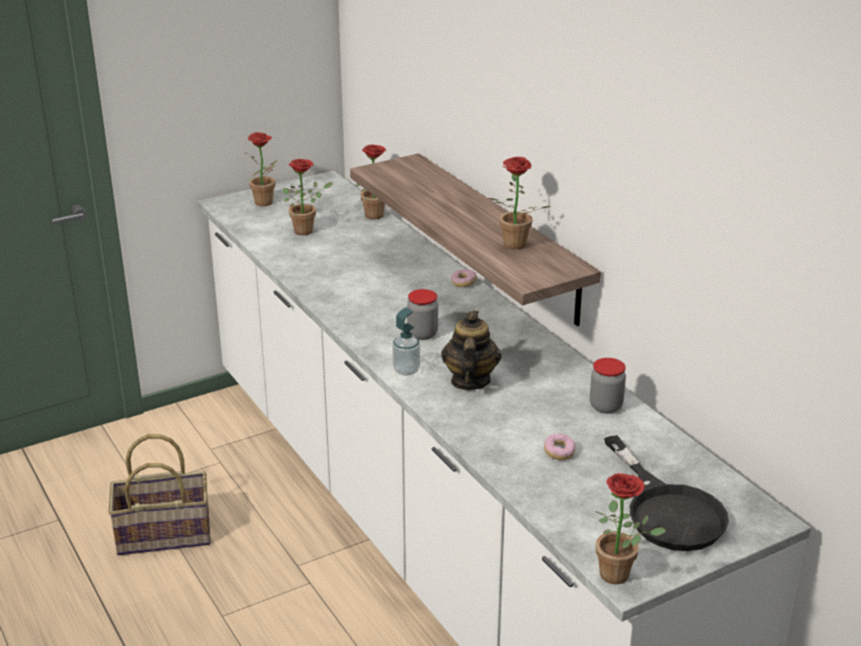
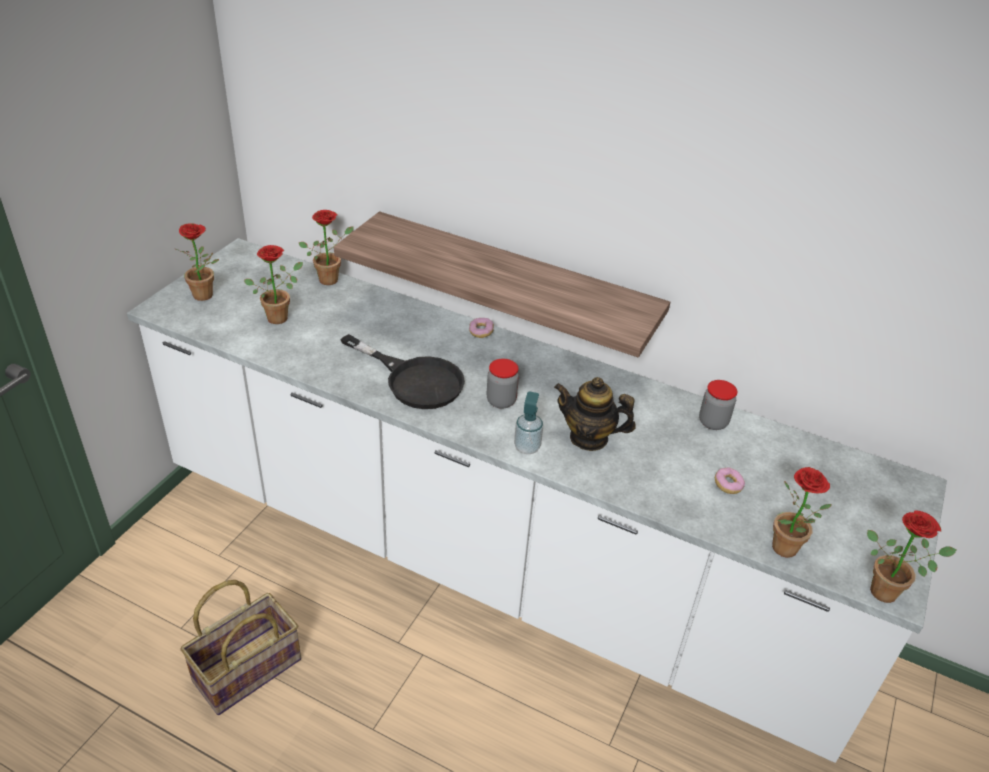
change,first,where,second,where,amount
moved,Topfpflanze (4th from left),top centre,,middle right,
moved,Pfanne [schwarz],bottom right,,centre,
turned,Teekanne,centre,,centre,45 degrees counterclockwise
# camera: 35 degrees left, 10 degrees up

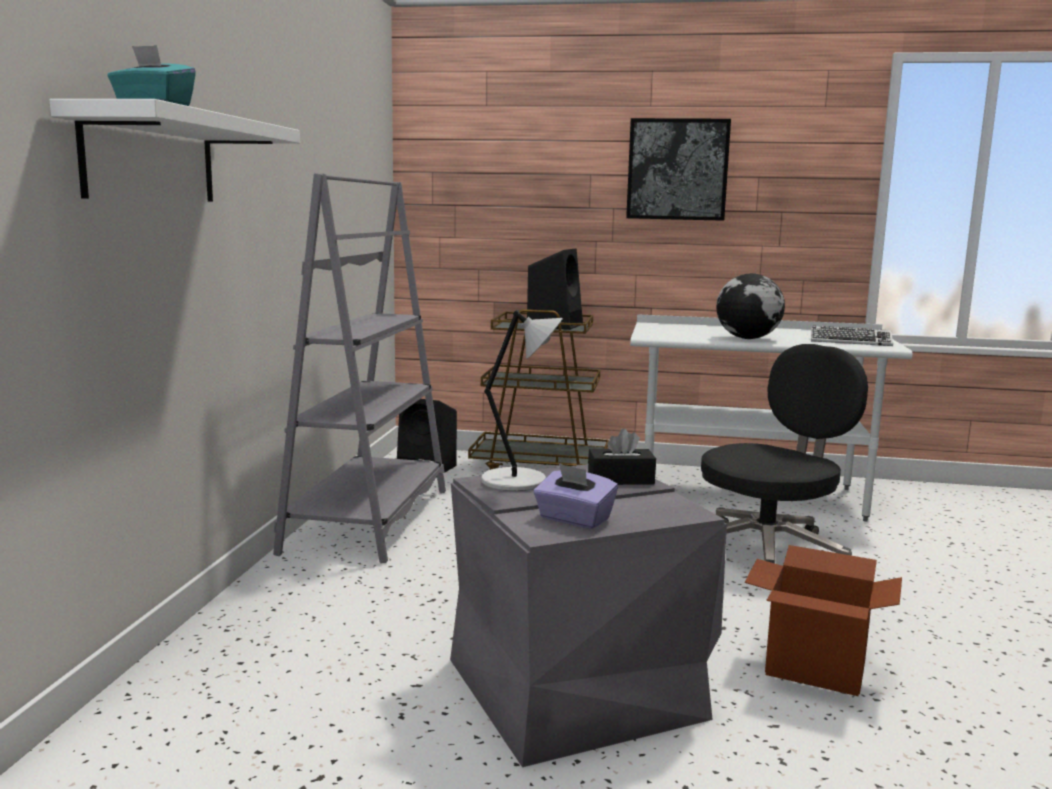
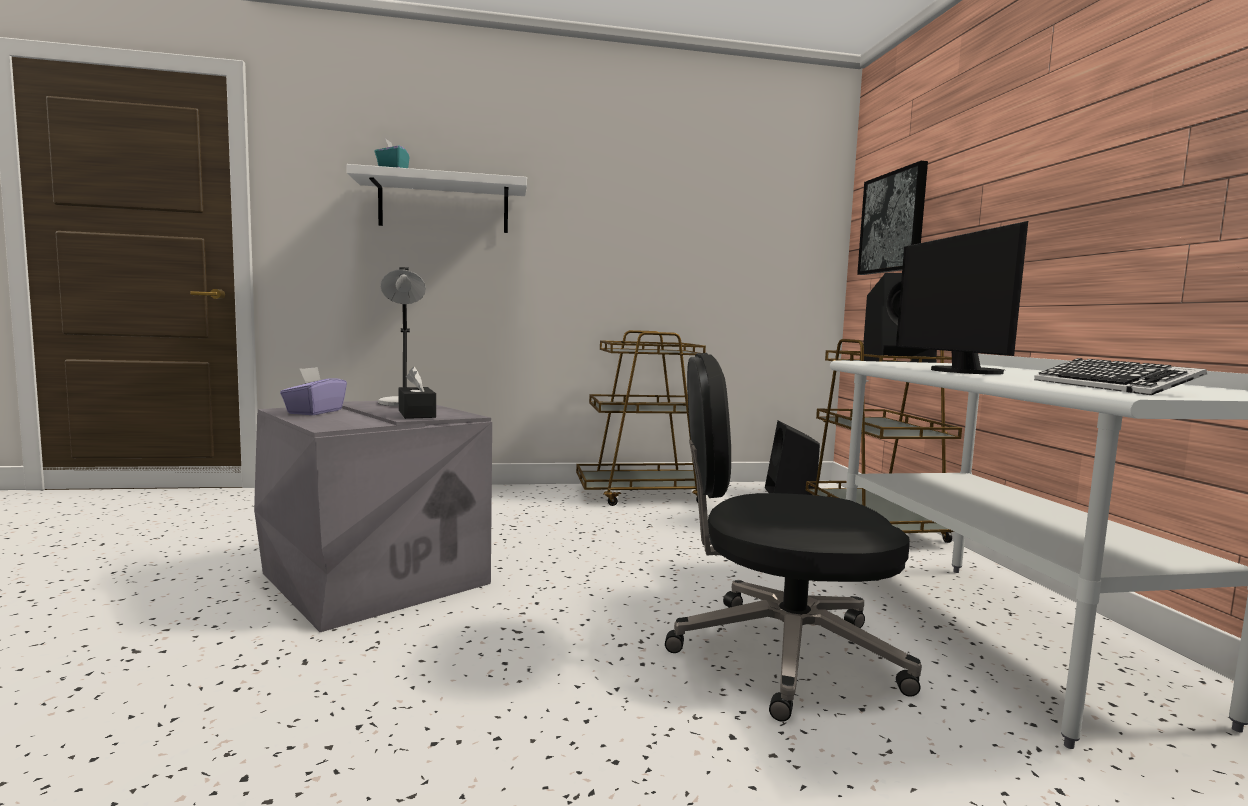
change,first,where,second,where,amount
removed,Karton,bottom right,,,
moved,Bild,top centre,,top right,
replaced,Bücherregal [grau],centre,Rollwagen [braun] (1st from left),centre,
replaced,Globus,middle right,Monitor,middle right,
turned,Bürostuhl [schwarz],middle right,,centre,150 degrees clockwise
# camera: 70 degrees right, 5 degrees down

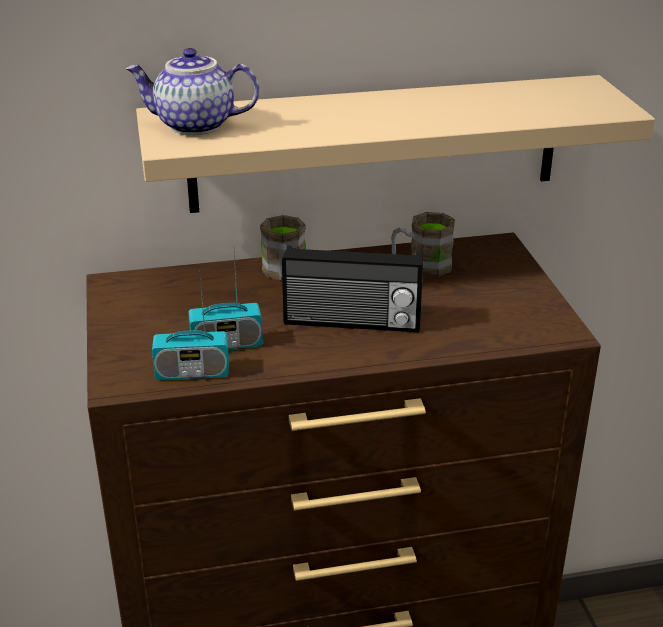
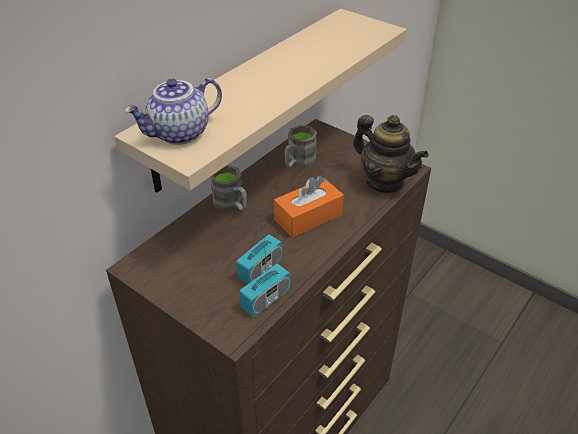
change,first,where,second,where,amount
added,,,Teekanne (2nd from left),middle right,
replaced,Radio (3rd from left),centre,Taschentuchbox [orange],centre,
# camera: 40 degrees left, 10 degrees up

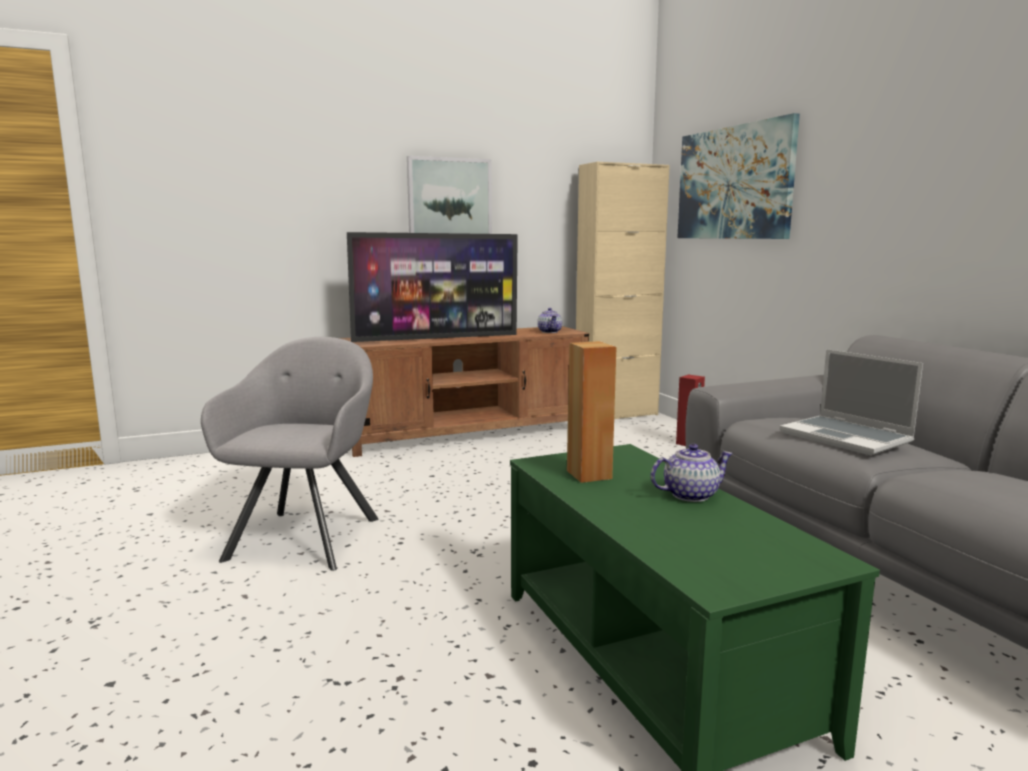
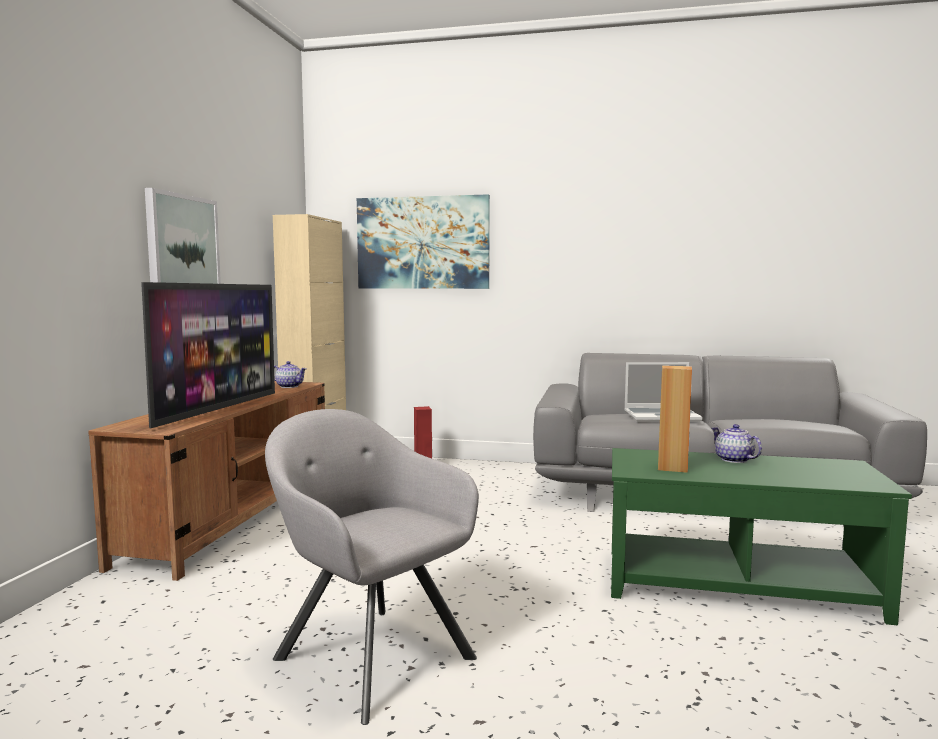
change,first,where,second,where,amount
turned,Teekanne (2nd from left),middle right,,middle right,45 degrees counterclockwise
# camera: 55 degrees left, 5 degrees down

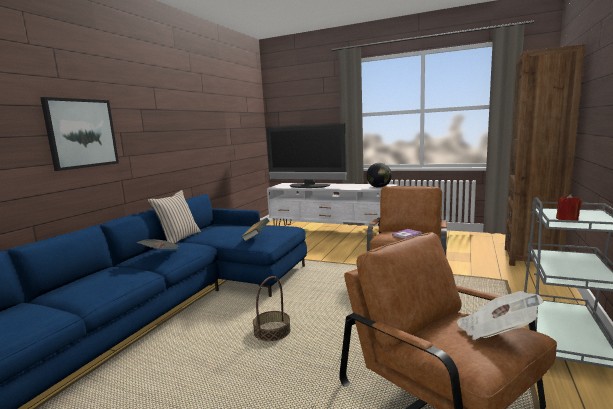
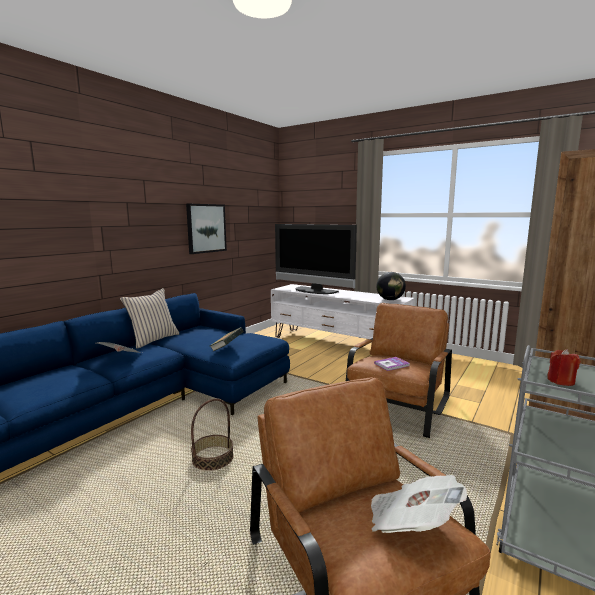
change,first,where,second,where,amount
moved,Bild,top left,,centre,
# camera: 10 degrees right, 0 degrees up

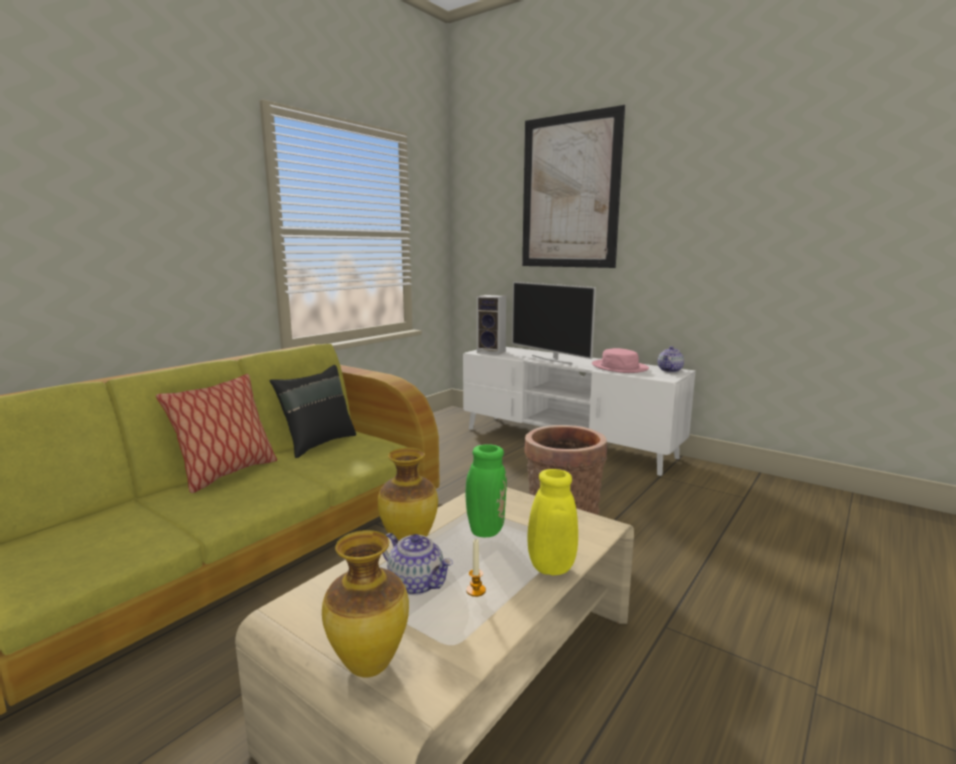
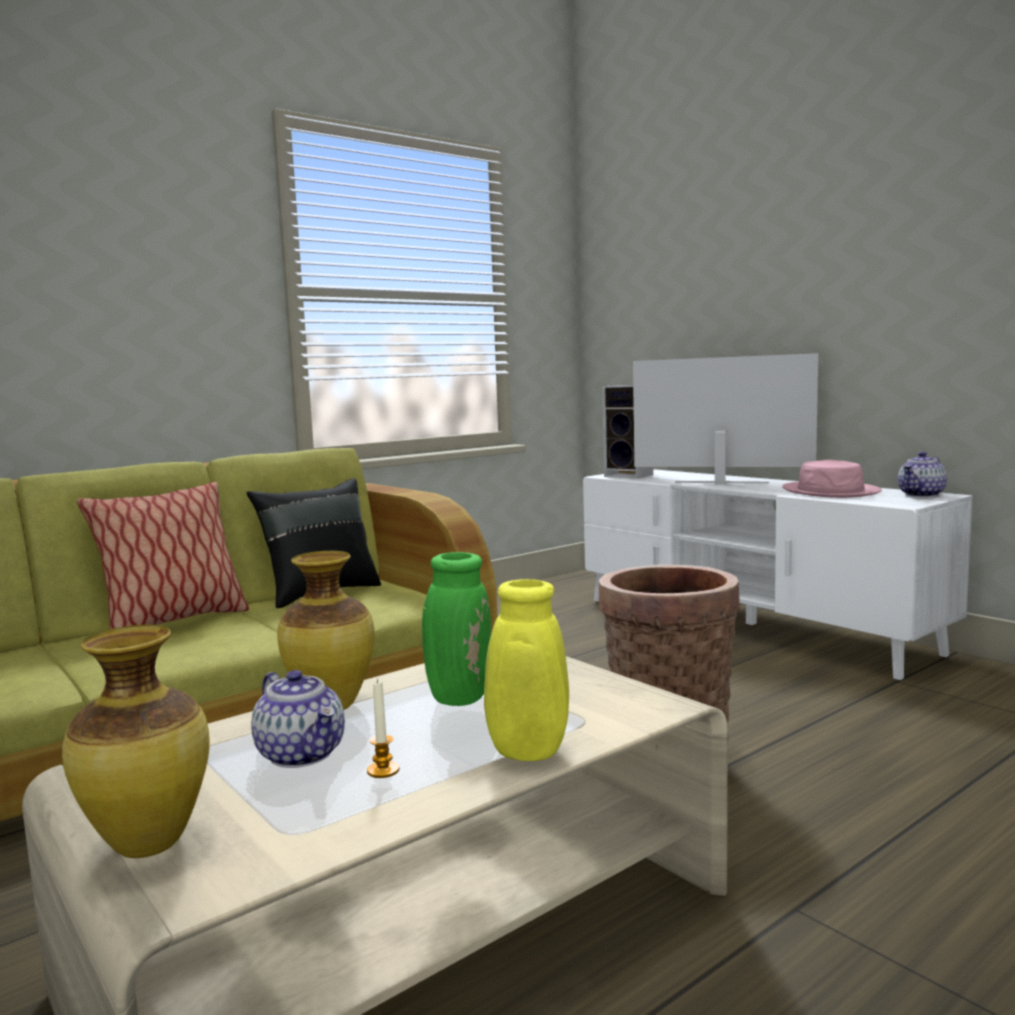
change,first,where,second,where,amount
removed,Bild,top centre,,,
turned,Fernseher,centre,,middle right,135 degrees clockwise
# camera: 15 degrees right, 5 degrees down

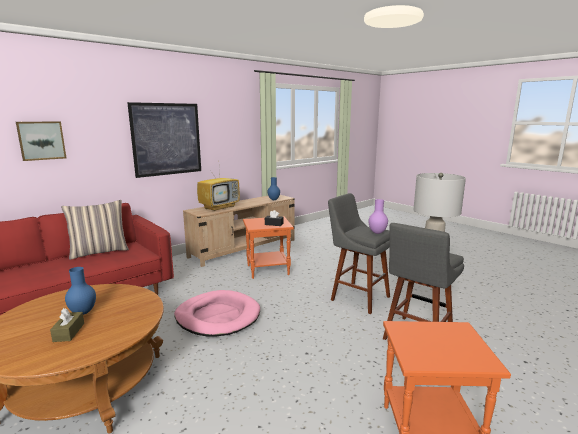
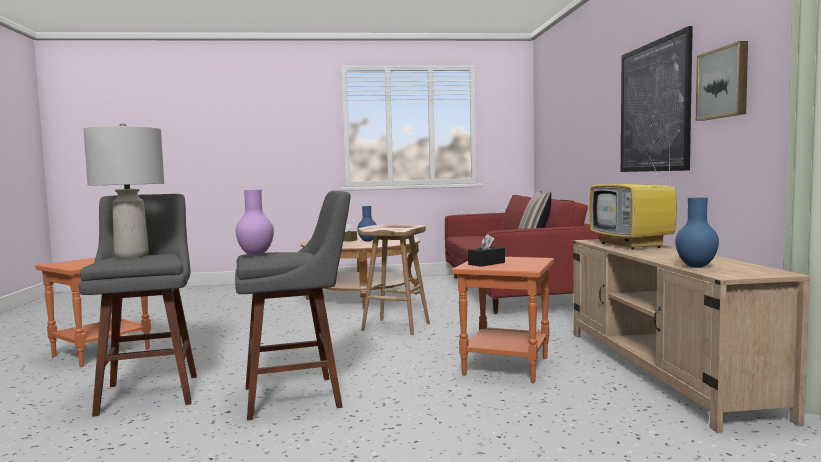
change,first,where,second,where,amount
moved,Bild (1st from left in the first image),top left,Bild (2nd from left),top right,
replaced,Hundebett [rosa],bottom centre,Hocker [braun],centre,
# camera: 125 degrees right, 10 degrees down

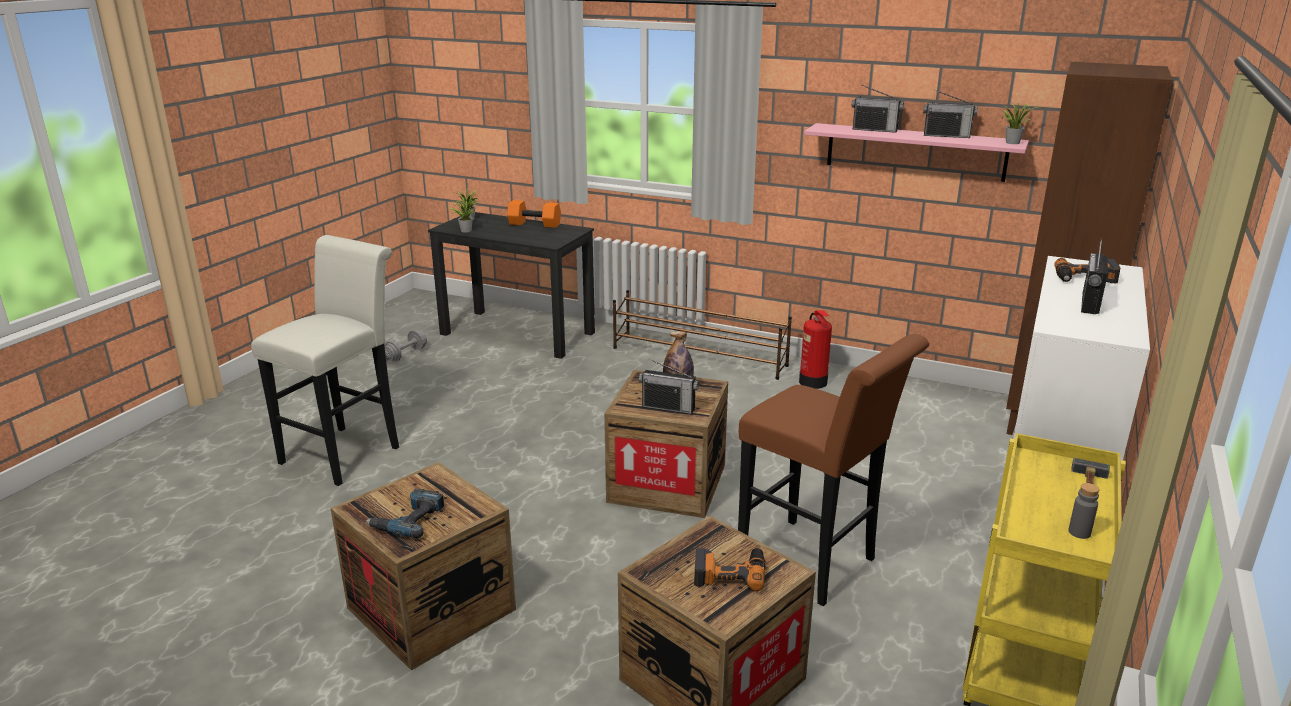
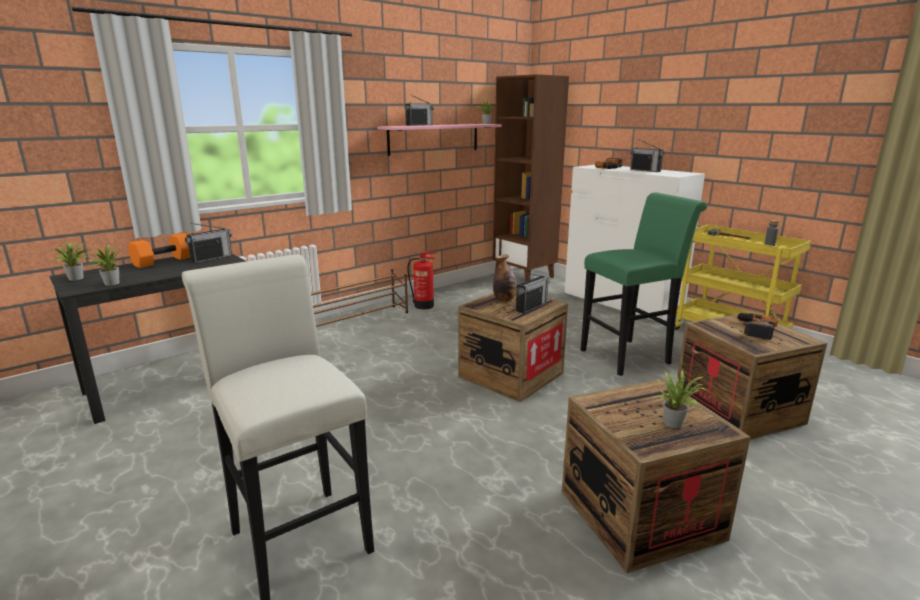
change,first,where,second,where,amount
removed,Hantel [grau],middle left,,,
moved,Radio (3rd from left in the first image),top right,Radio (1st from left),middle left,
replaced,Bohrmaschine (1st from left),bottom left,Topfpflanze (4th from left),middle right,
recoloured,Hocker [braun],centre,Hocker [grün],middle right,
# camera: 65 degrees left, 5 degrees down

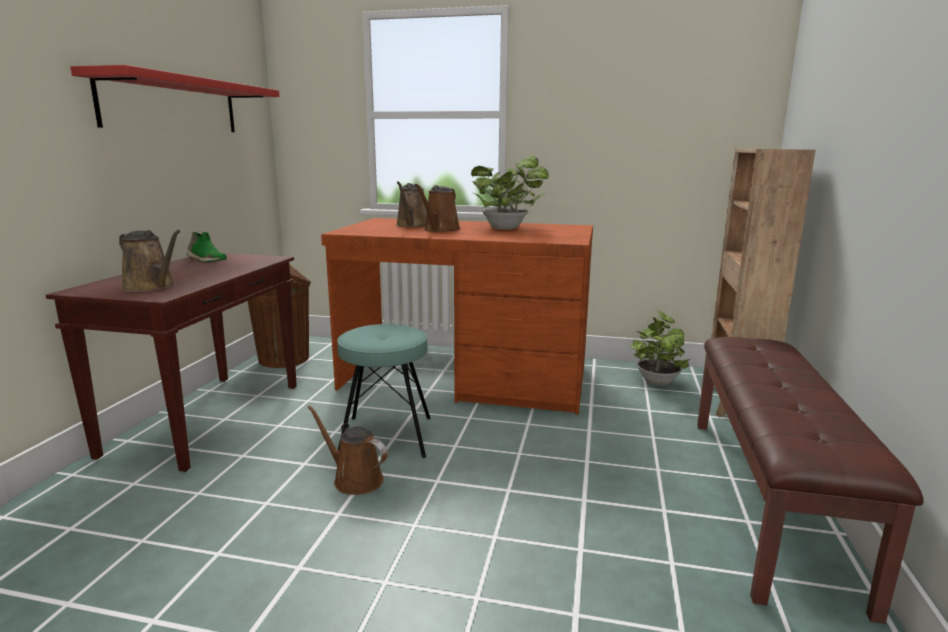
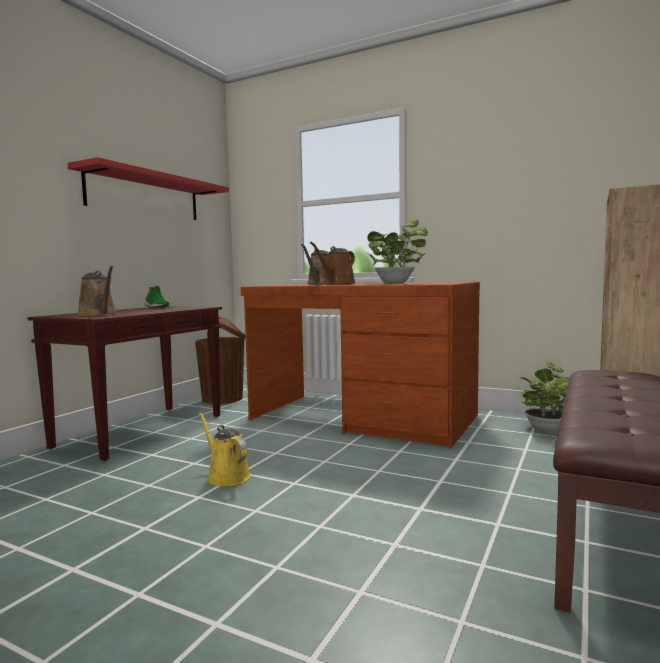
change,first,where,second,where,amount
removed,Hocker [türkis],centre,,,
recoloured,Gießkanne [braun] (2nd from left),bottom centre,Gießkanne [gelb],bottom centre,
# camera: 15 degrees right, 10 degrees down

